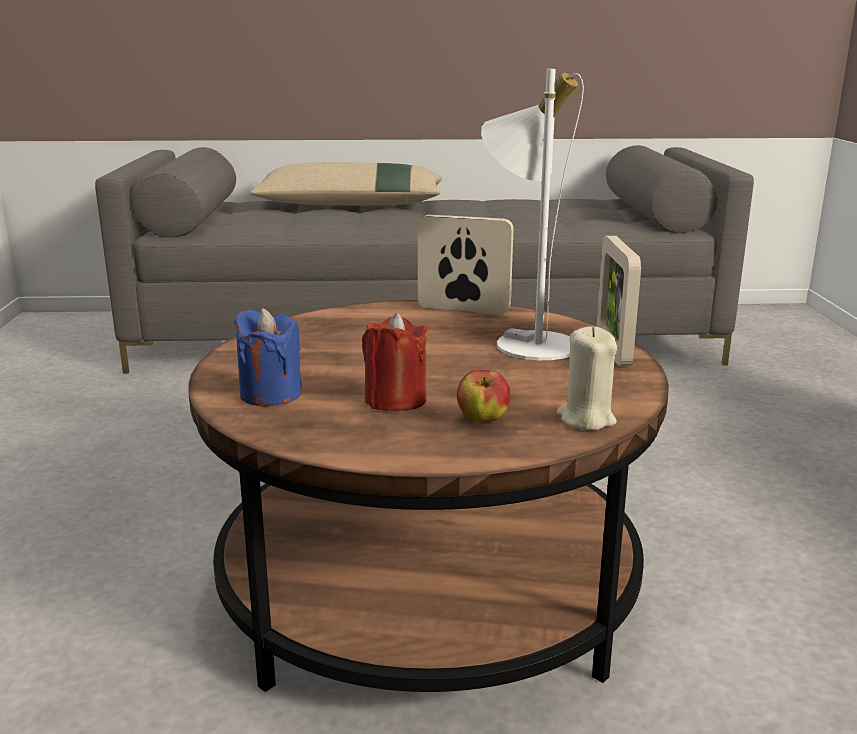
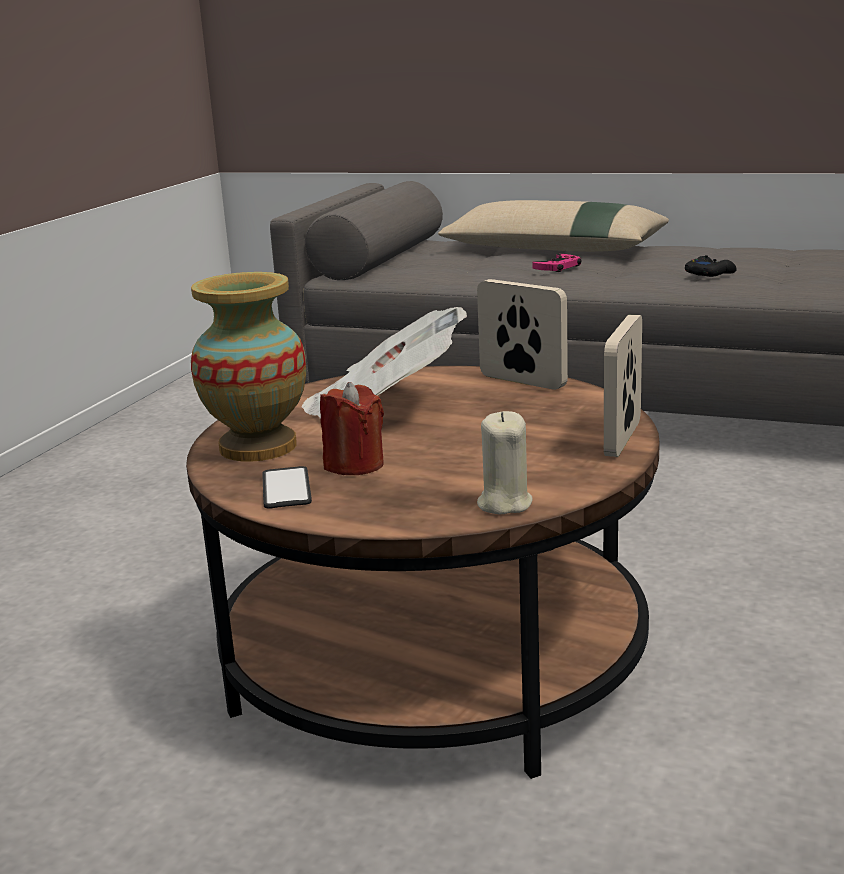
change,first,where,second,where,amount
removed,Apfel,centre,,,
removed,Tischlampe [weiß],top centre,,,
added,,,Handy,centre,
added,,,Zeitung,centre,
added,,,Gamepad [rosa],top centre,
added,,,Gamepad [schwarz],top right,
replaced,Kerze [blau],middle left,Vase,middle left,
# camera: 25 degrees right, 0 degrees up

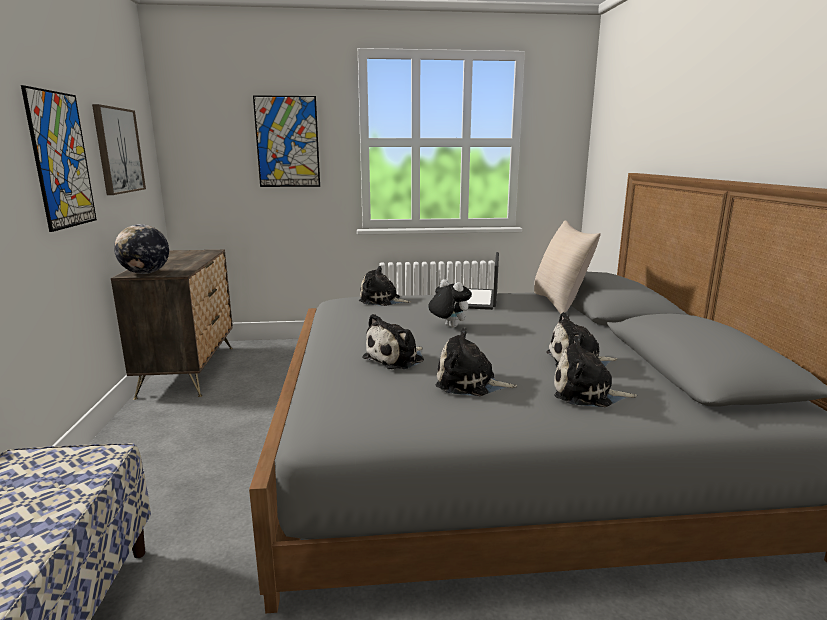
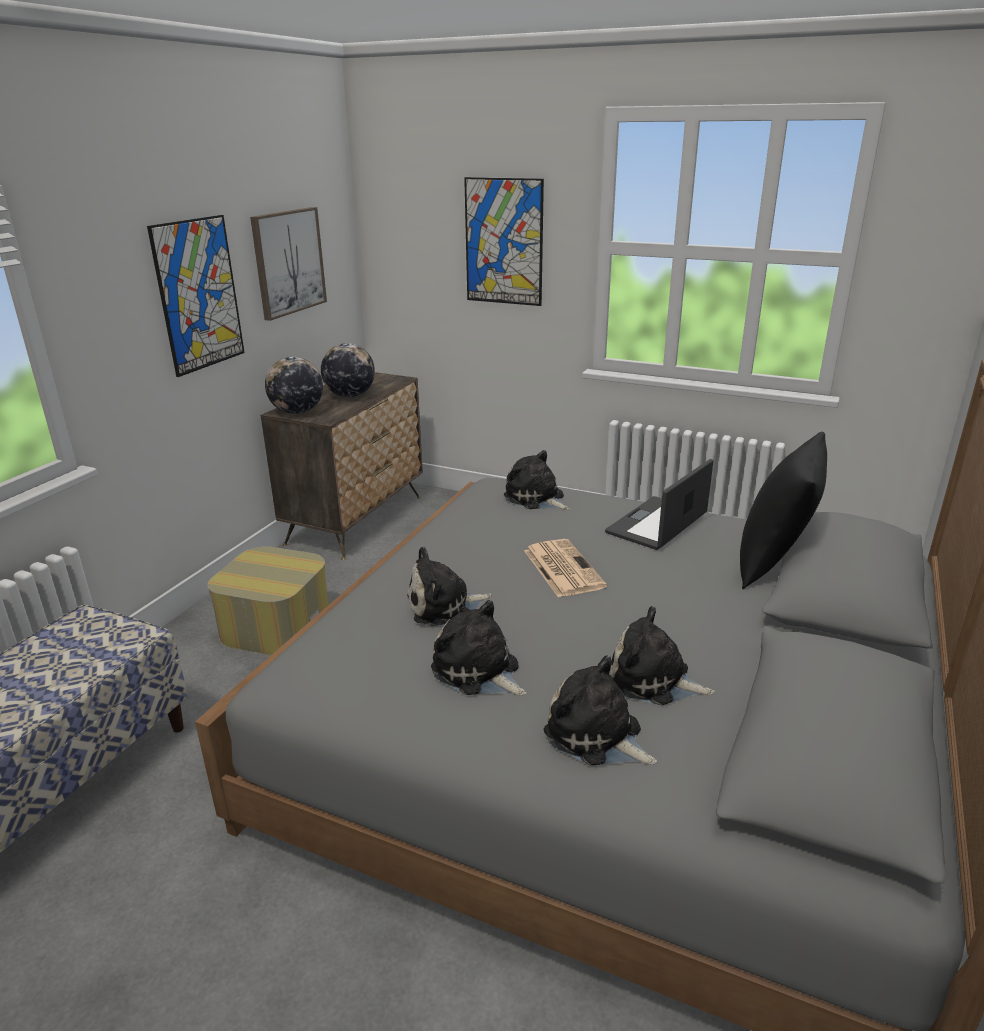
change,first,where,second,where,amount
added,,,Polsterhocker,middle left,
added,,,Globus (2nd from left),centre,
replaced,Plüschtier (3rd from left),centre,Zeitung,centre,
recoloured,Kissen [beige],middle right,Kissen [schwarz],middle right,
# camera: 30 degrees right, 10 degrees up

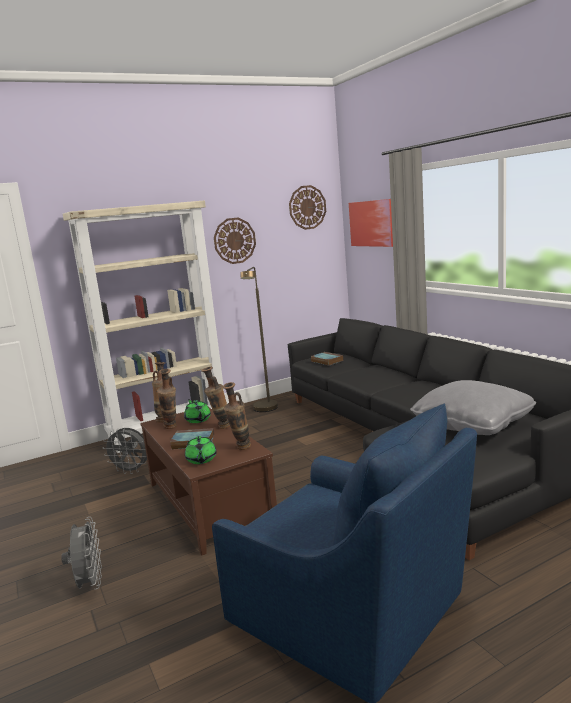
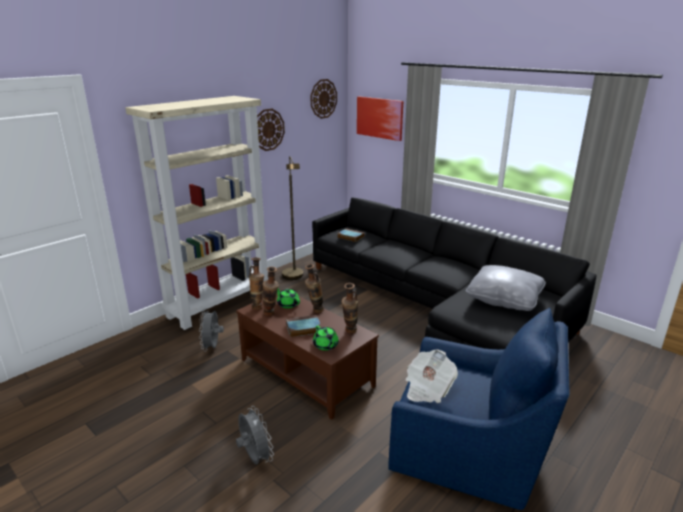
change,first,where,second,where,amount
added,,,Zeitung,bottom centre,
turned,Ventilator [grau] (2nd from left in the first image),middle left,Ventilator [grau] (1st from left),middle left,90 degrees clockwise
# camera: 20 degrees left, 10 degrees up

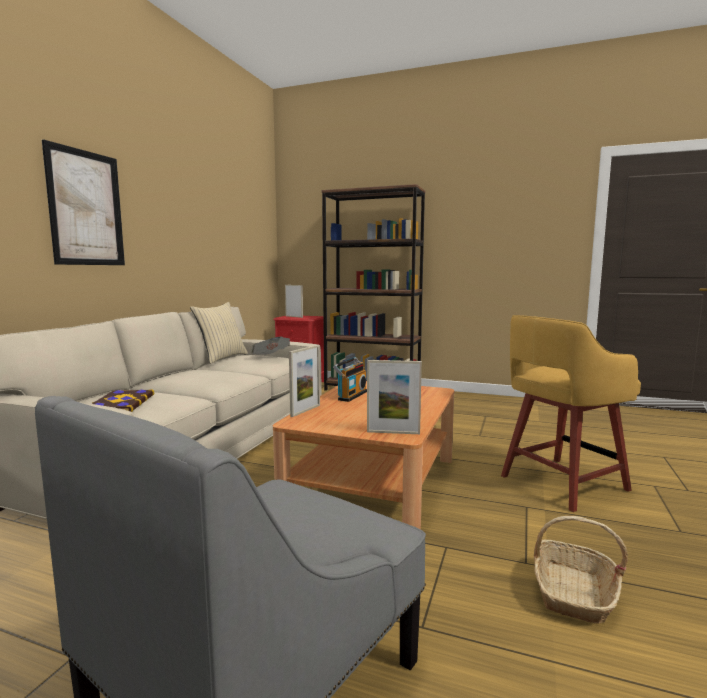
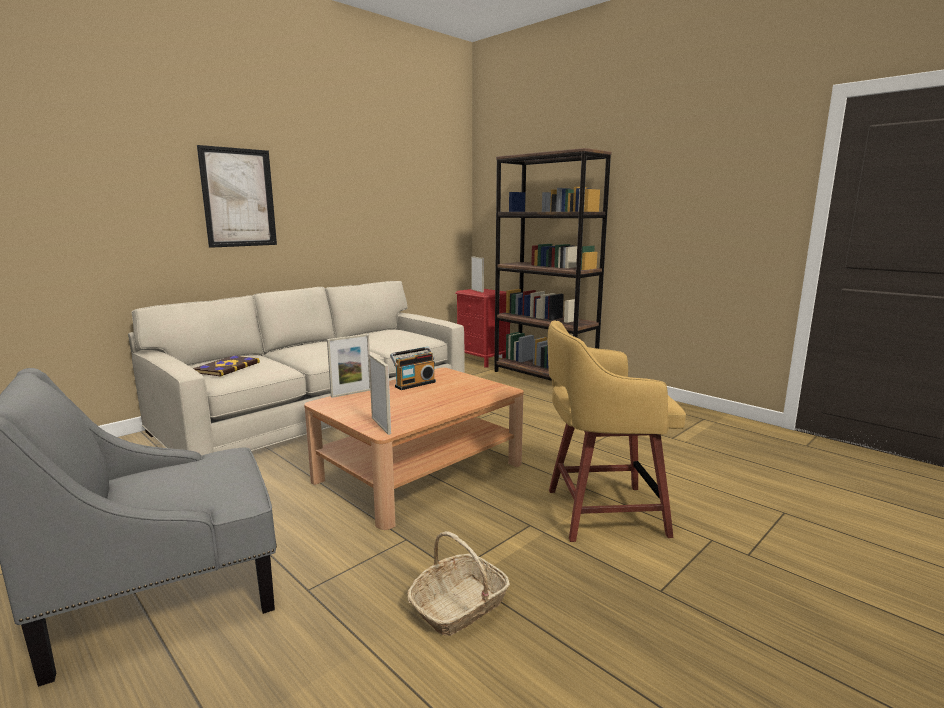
change,first,where,second,where,amount
removed,Kissen [beige],middle left,,,
removed,Zeitung,centre,,,
turned,Bilderrahmen (3rd from left in the first image),centre,Bilderrahmen (2nd from left),centre,150 degrees counterclockwise
# camera: 25 degrees right, 5 degrees up

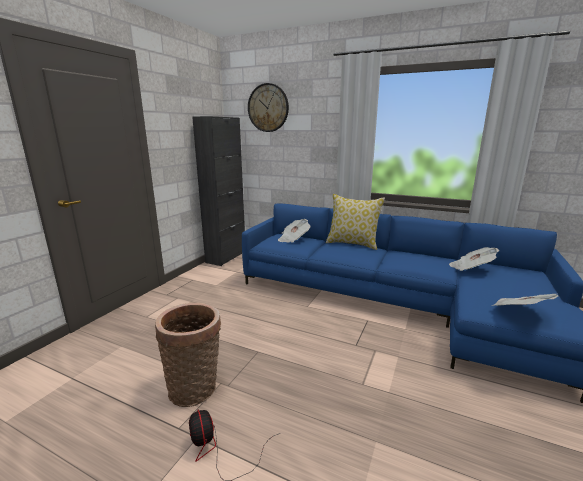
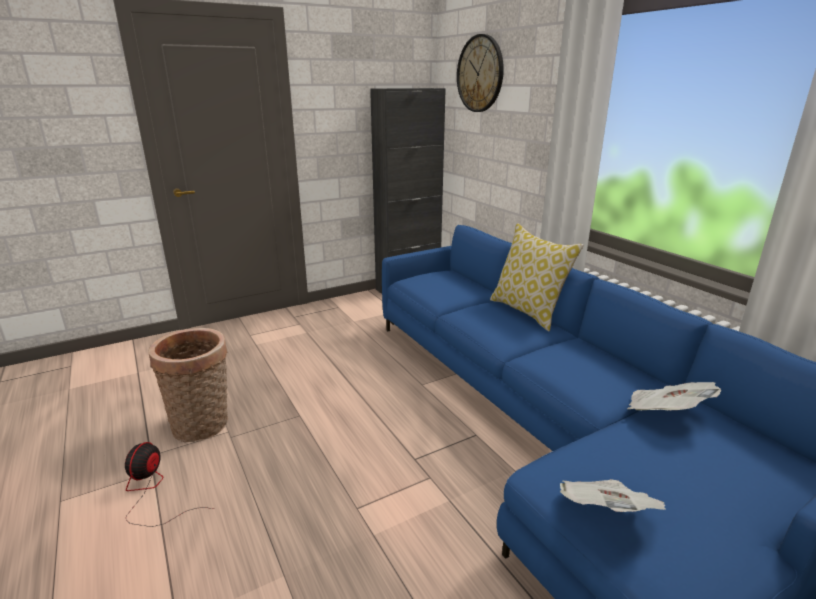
change,first,where,second,where,amount
removed,Zeitung (1st from left),centre,,,
# camera: 35 degrees right, 5 degrees up

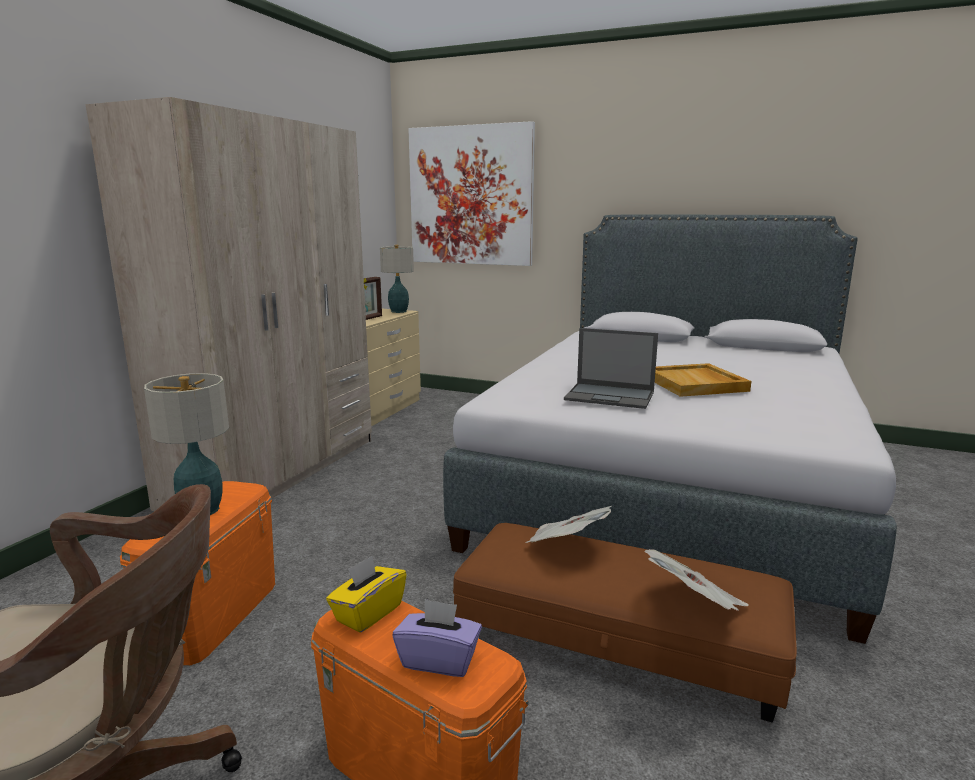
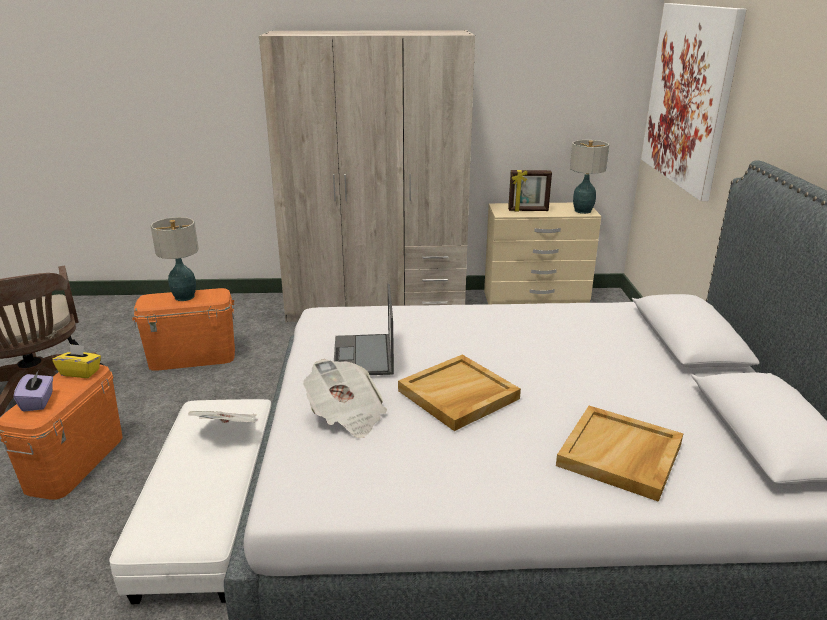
change,first,where,second,where,amount
added,,,Tablett [beige] (2nd from left),bottom right,
moved,Zeitung (2nd from left),bottom right,,centre,
recoloured,Polsterhocker [braun],bottom centre,Polsterhocker [weiß],bottom left,
# camera: 65 degrees right, 10 degrees up

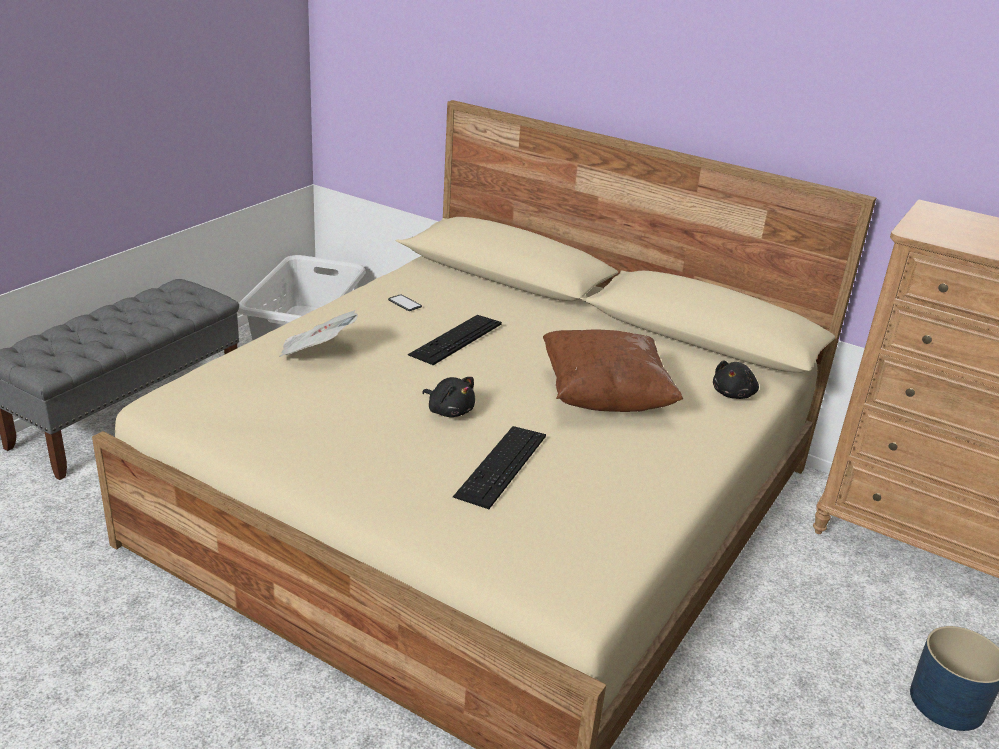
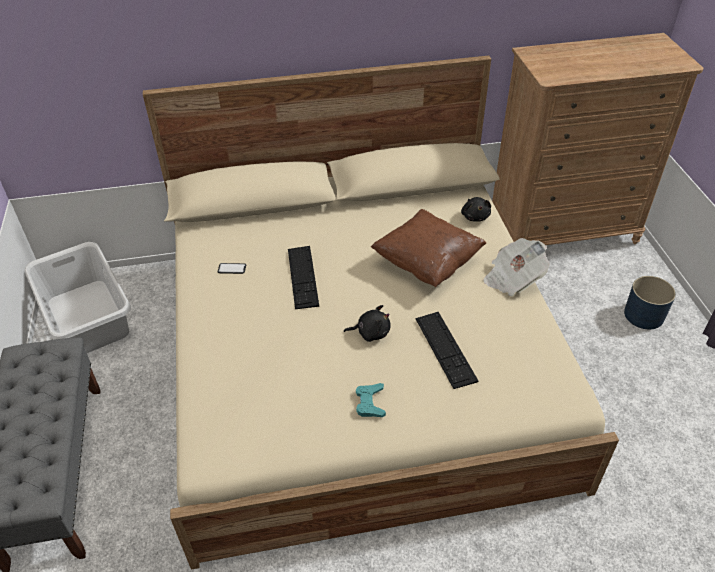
change,first,where,second,where,amount
added,,,Gamepad [türkis],bottom centre,
moved,Zeitung,middle left,,middle right,
# camera: 40 degrees left, 15 degrees up

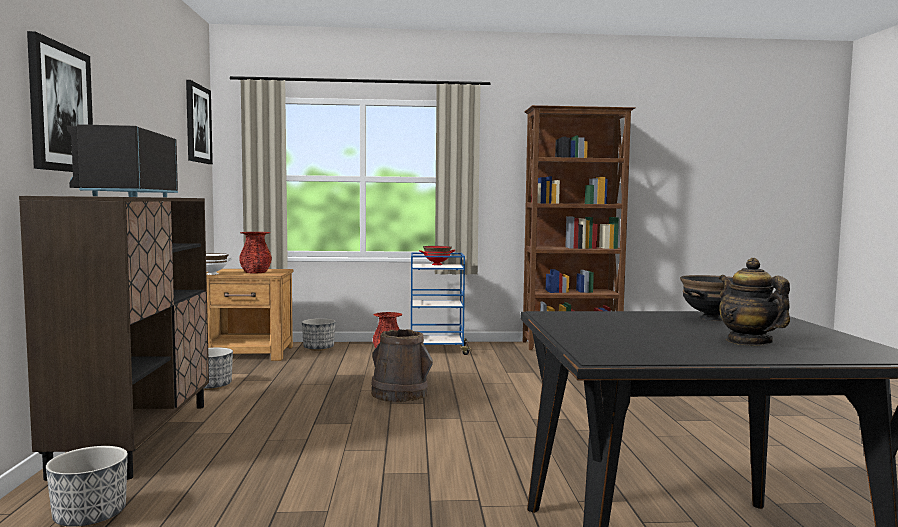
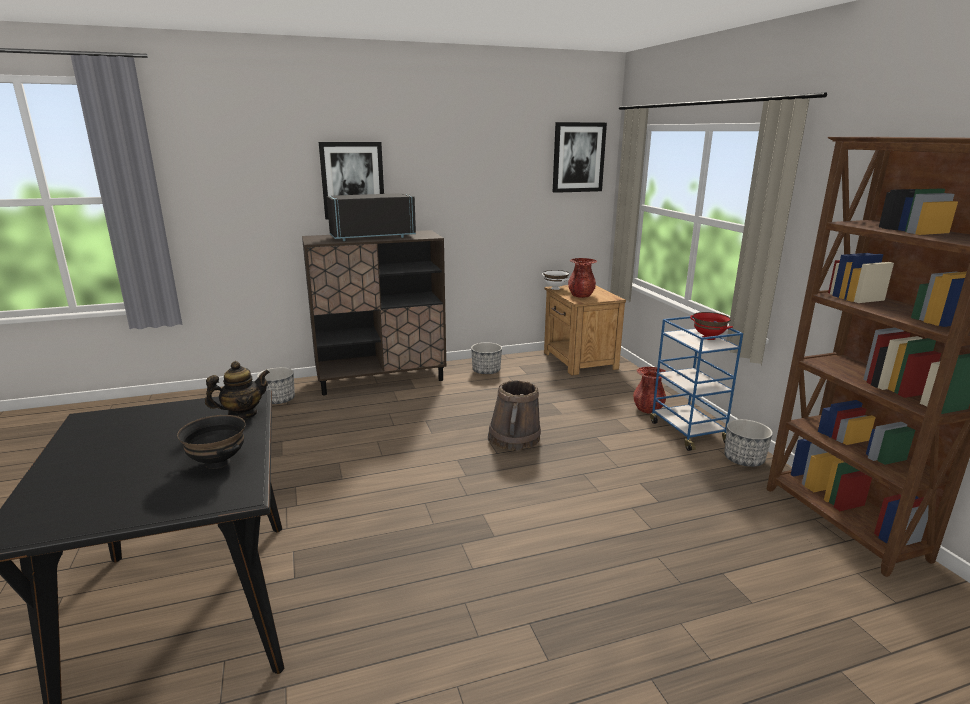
change,first,where,second,where,amount
moved,Pflanzkübel (3rd from left),centre,,middle right,
moved,Teekanne,middle right,,middle left,
# camera: 75 degrees right, 15 degrees up

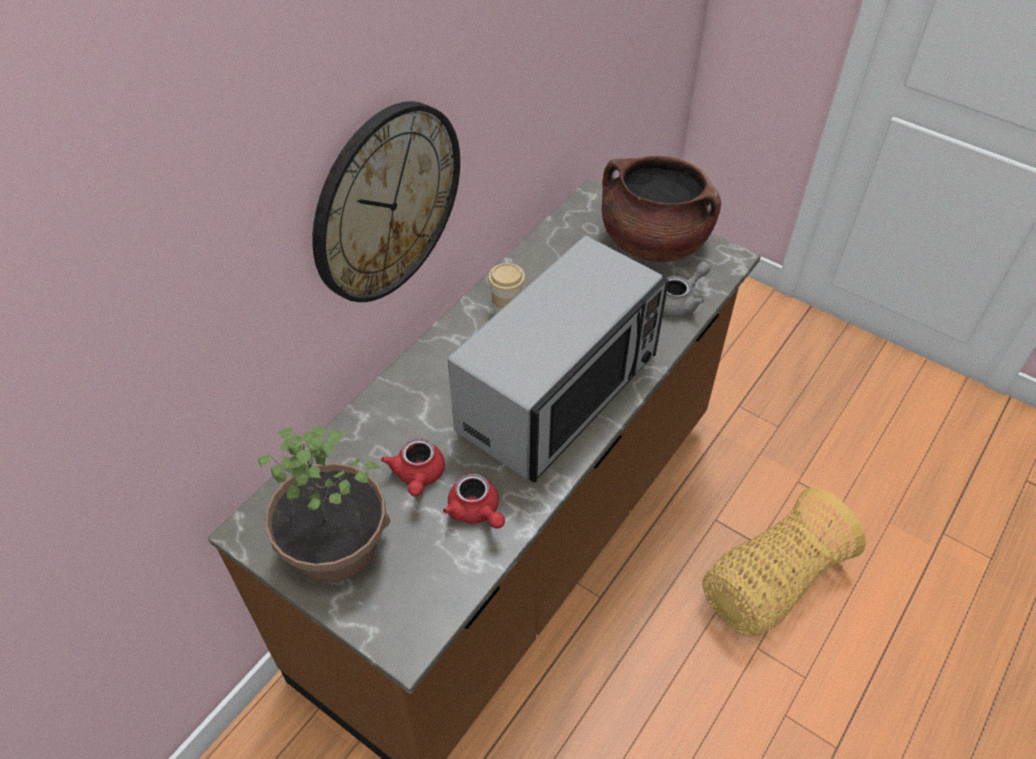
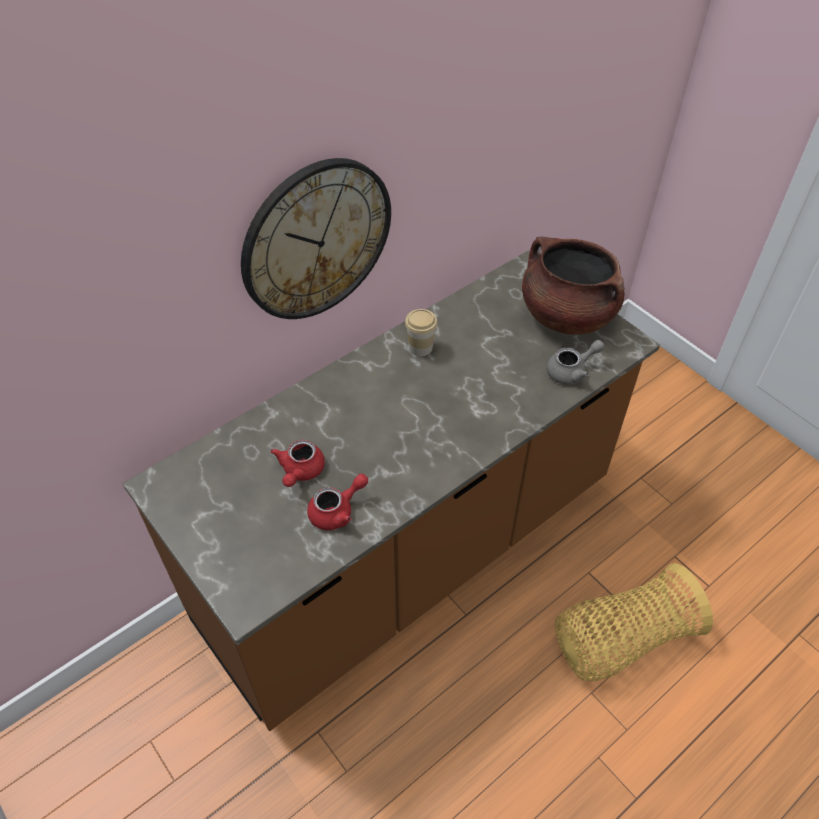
change,first,where,second,where,amount
removed,Topfpflanze,middle left,,,
removed,Mikrowelle,centre,,,
turned,Teekanne [rot] (2nd from left),centre,,centre,105 degrees counterclockwise
# camera: 15 degrees right, 0 degrees up

